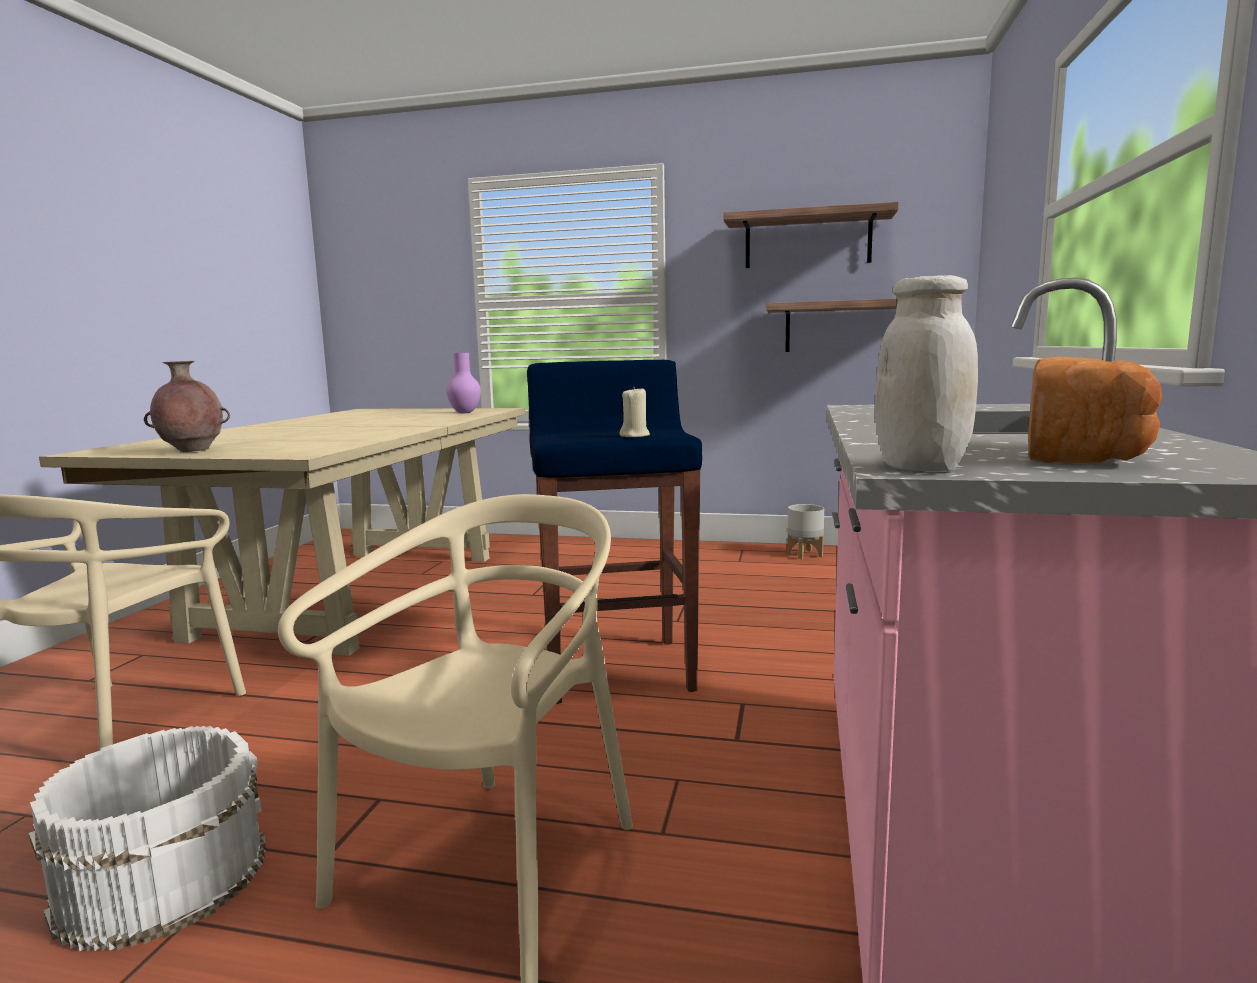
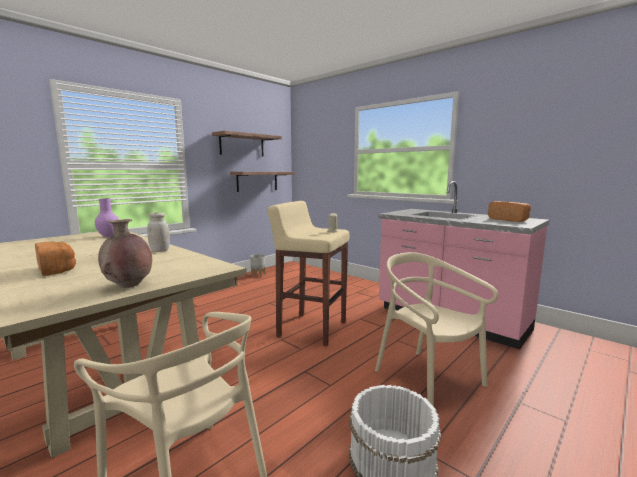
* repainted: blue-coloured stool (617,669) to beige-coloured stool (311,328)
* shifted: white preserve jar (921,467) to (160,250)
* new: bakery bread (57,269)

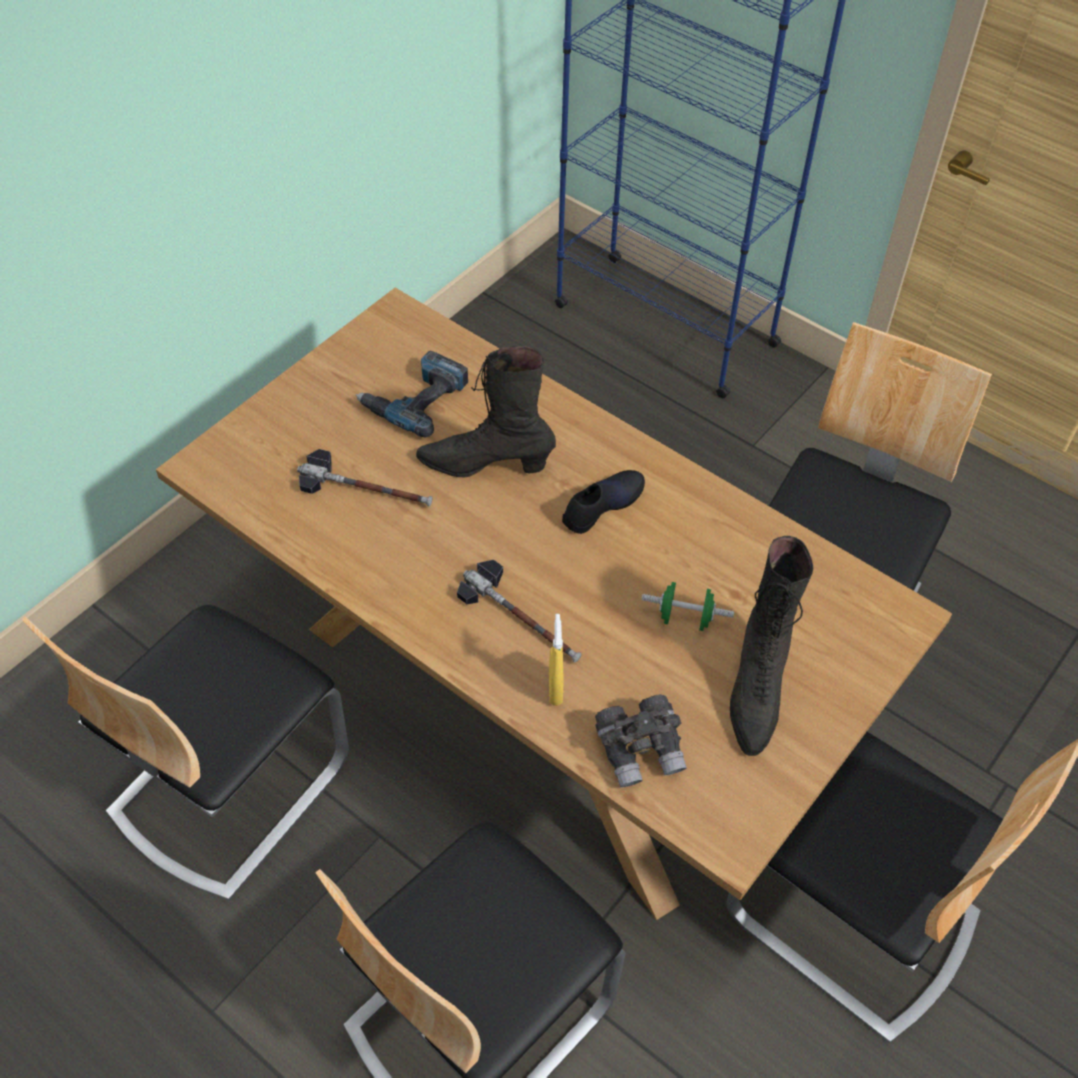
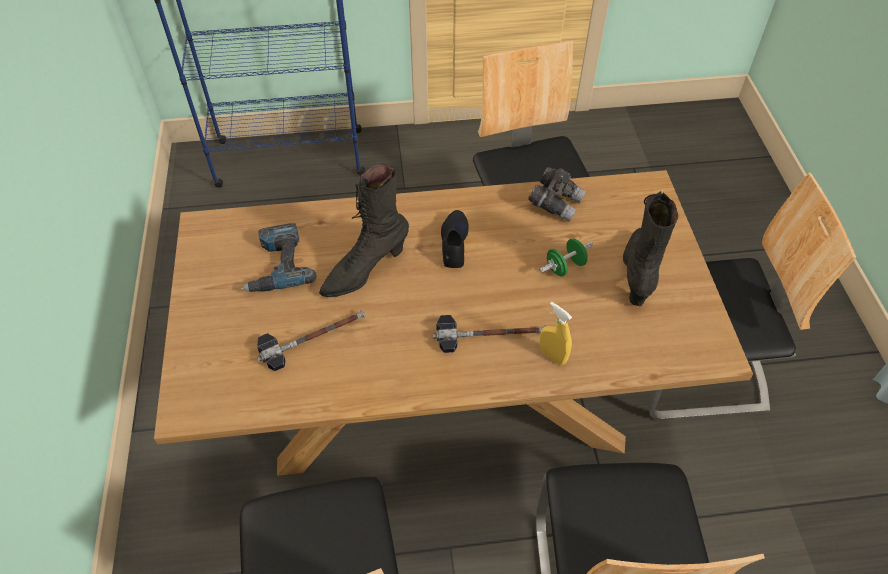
* shifted: gray pair of binoculars (640,750) to (555,203)
* rotated: black-coloured high-top boot (756,690) = (638,273) 135 degrees counterclockwise

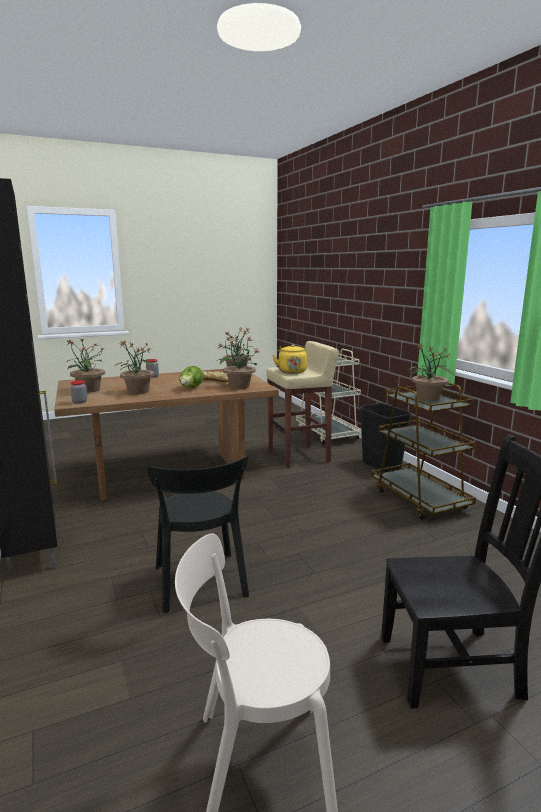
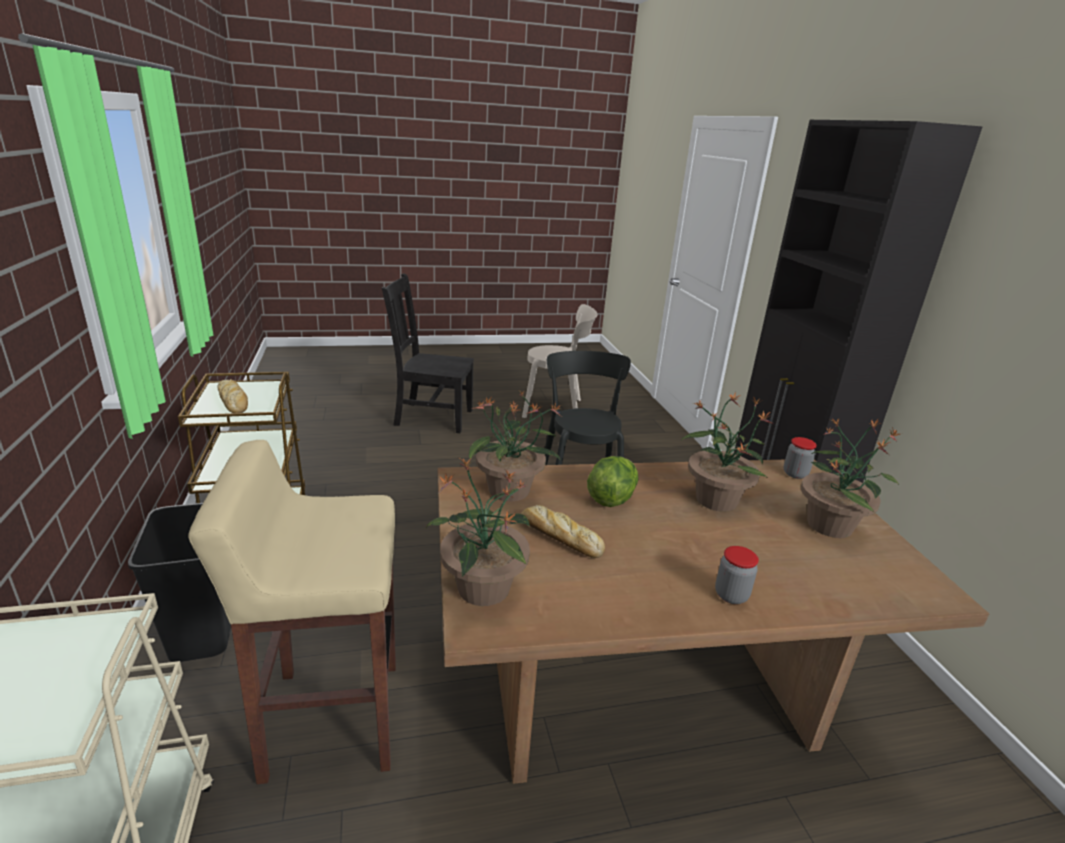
* gone: yellow water kettle (291,371)
* swapped: houseplant (428,398) to bakery bread (233,402)

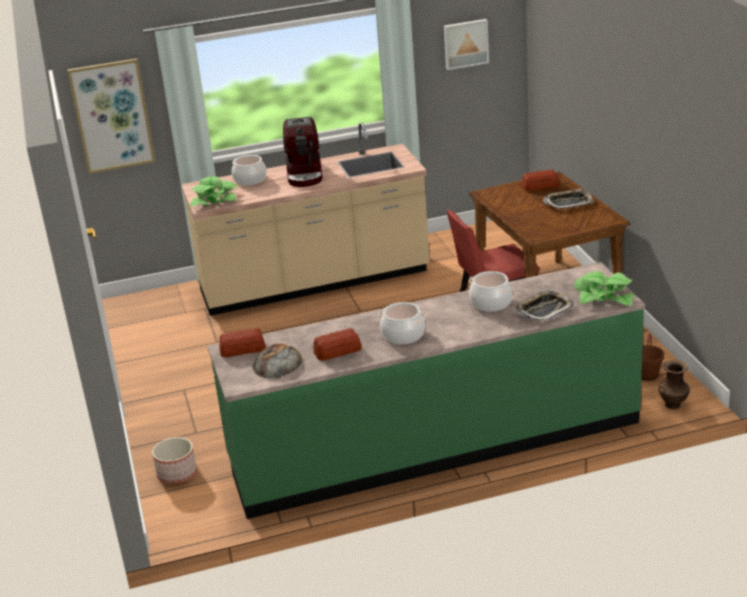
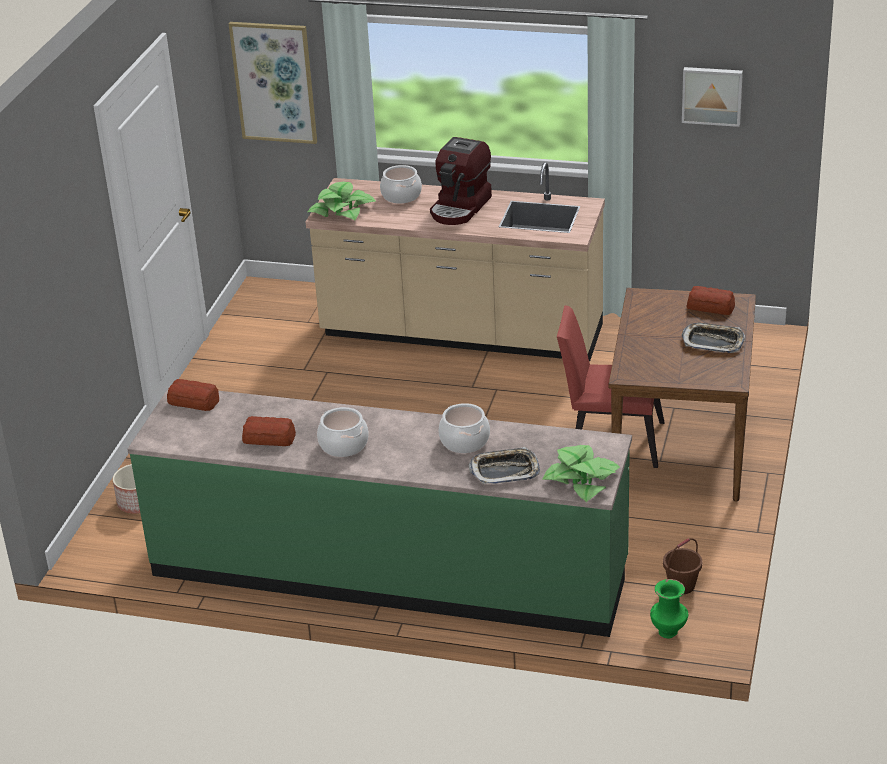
* gone: bakery bread (277,363)
* repainted: brown-coloured vase (673,404) to green-coloured vase (669,632)

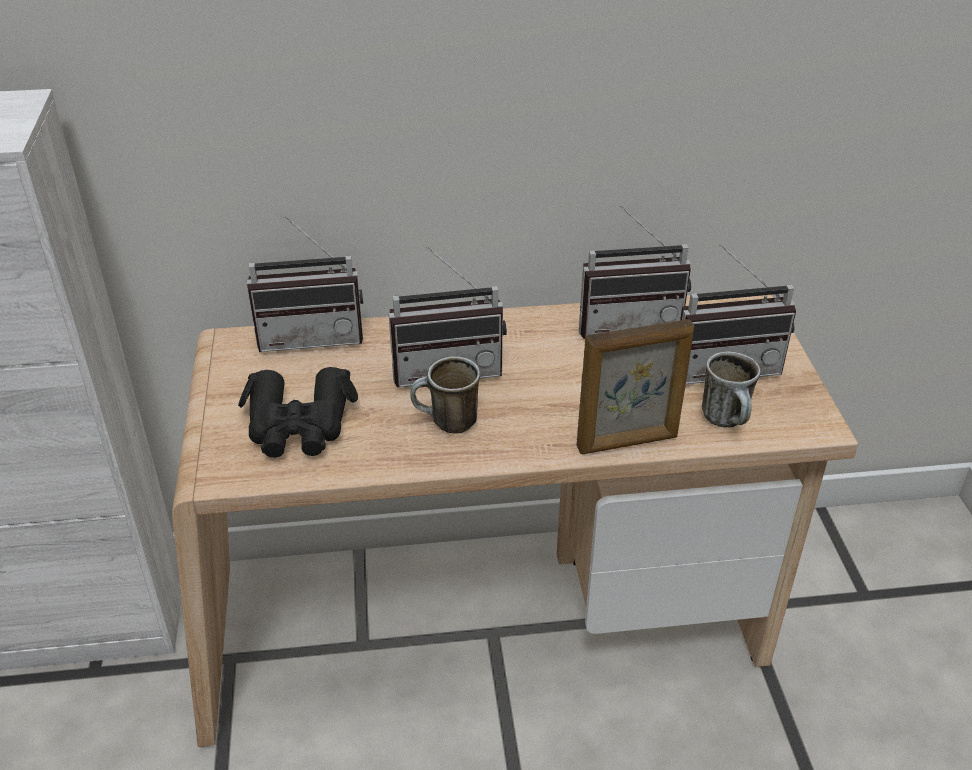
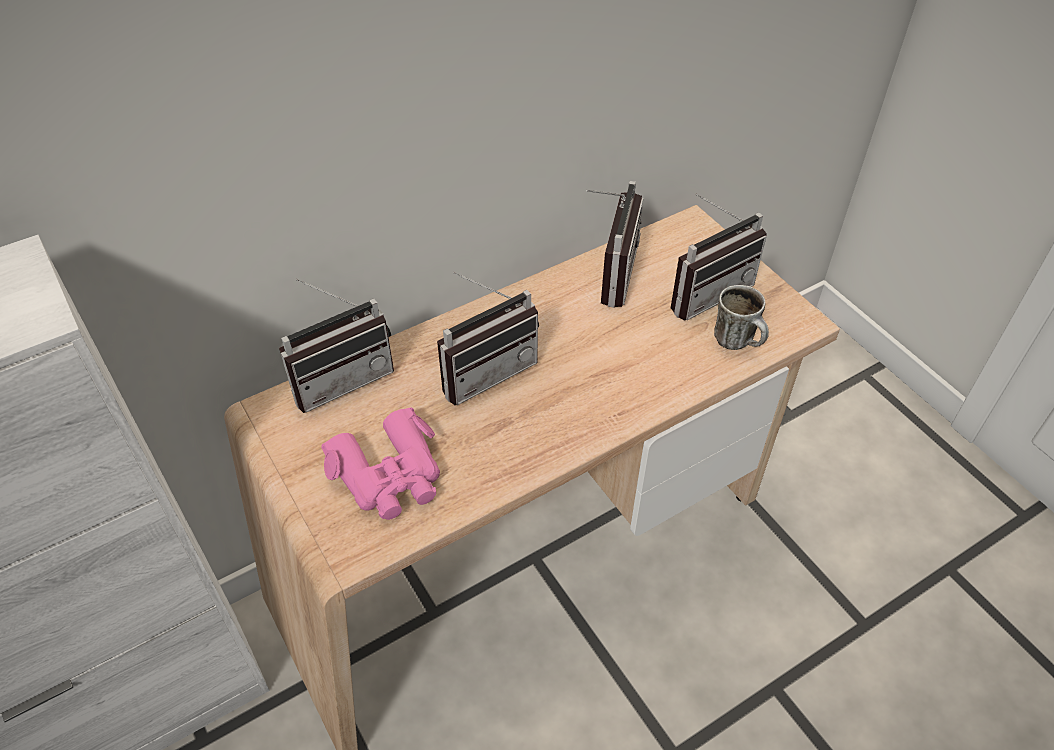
* repainted: black-coloured pair of binoculars (299,425) to pink-coloured pair of binoculars (390,475)
* gone: mug (446,424)
* gone: standing frame (628,442)
* rotated: radio (628,323) = (607,273) 45 degrees counterclockwise

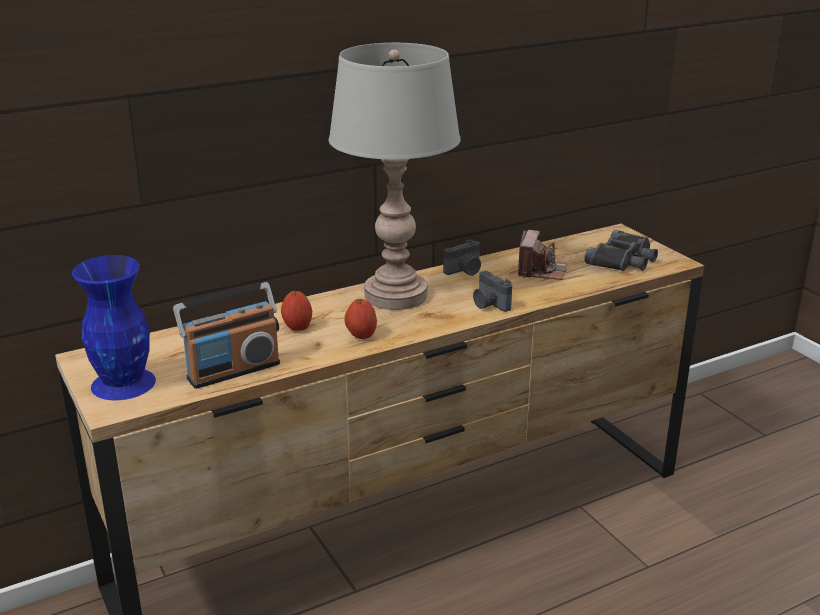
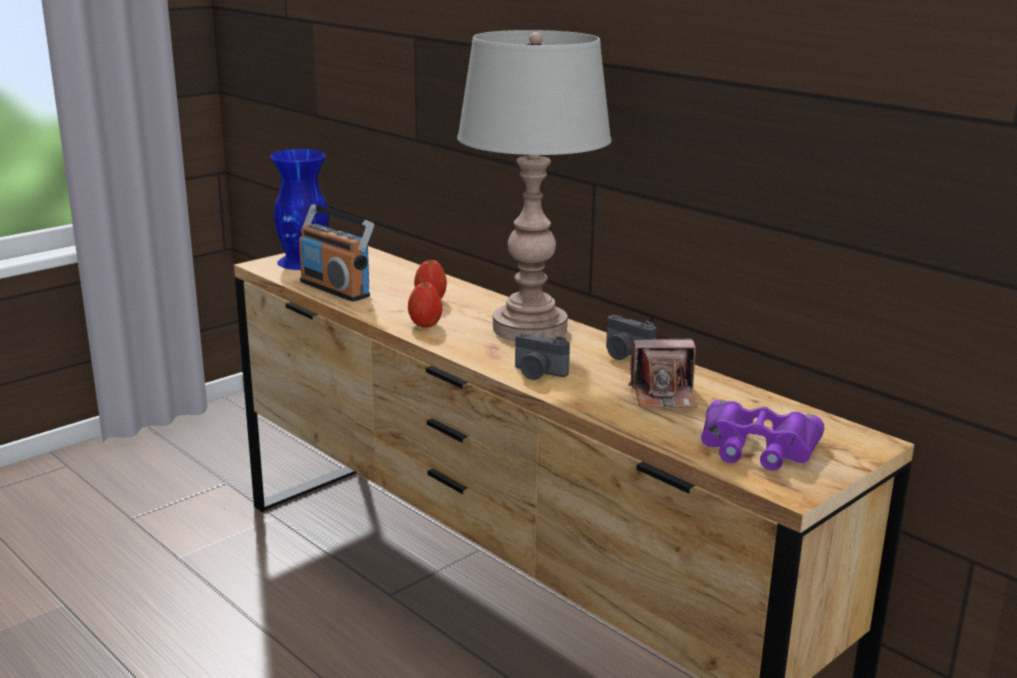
* rotated: still camera (489,304) = (538,373) 105 degrees counterclockwise
* repainted: black-coloured pair of binoculars (623,259) to purple pair of binoculars (757,447)

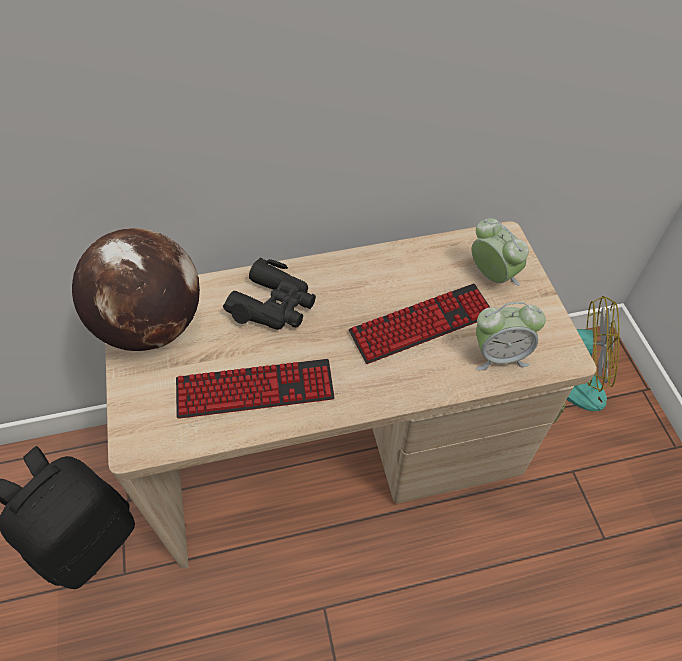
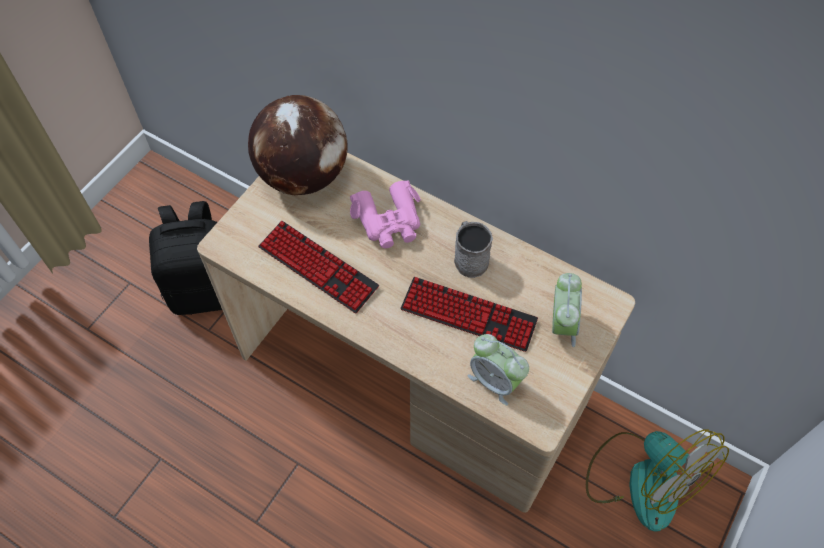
* repainted: black-coloured pair of binoculars (274,304) to pink-coloured pair of binoculars (389,221)
* new: gray mug (469,258)

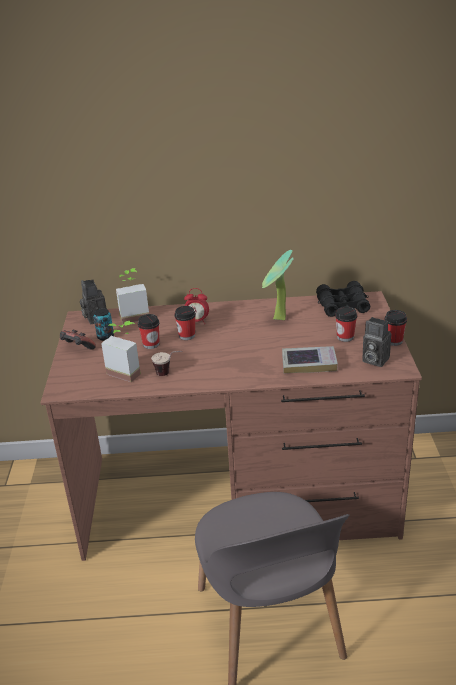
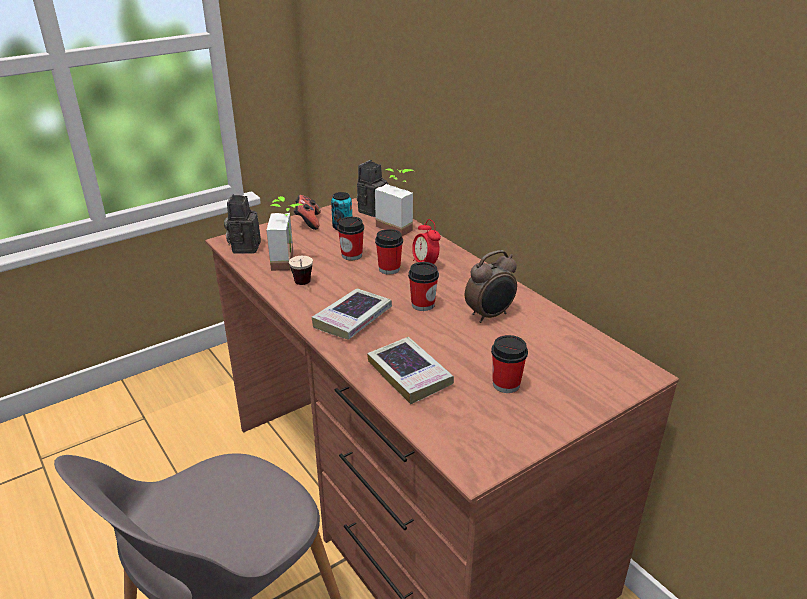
* swapped: houseplant (278,320) to table clock (490,315)
* gone: black-coloured pair of binoculars (342,305)
* shifted: still camera (373,360) to (244,246)
* shifted: small cup (394,341) to (423,304)
* new: volume (353,319)

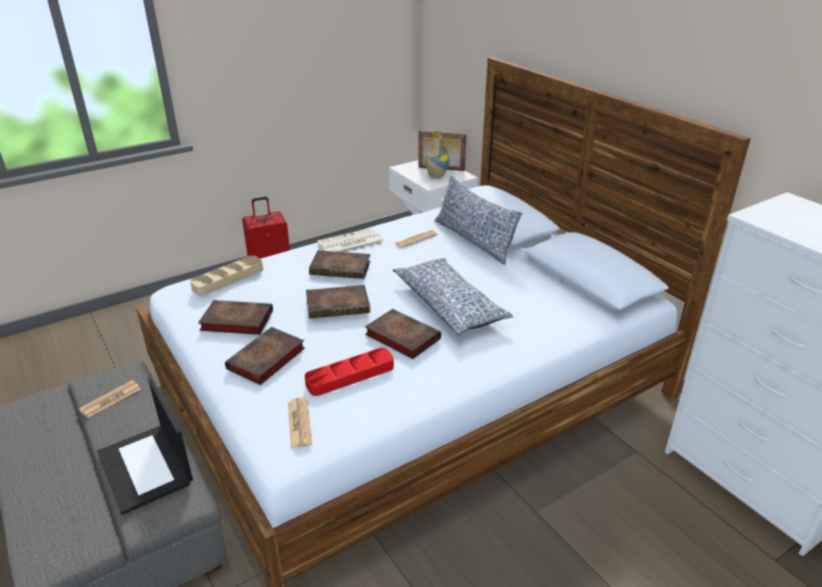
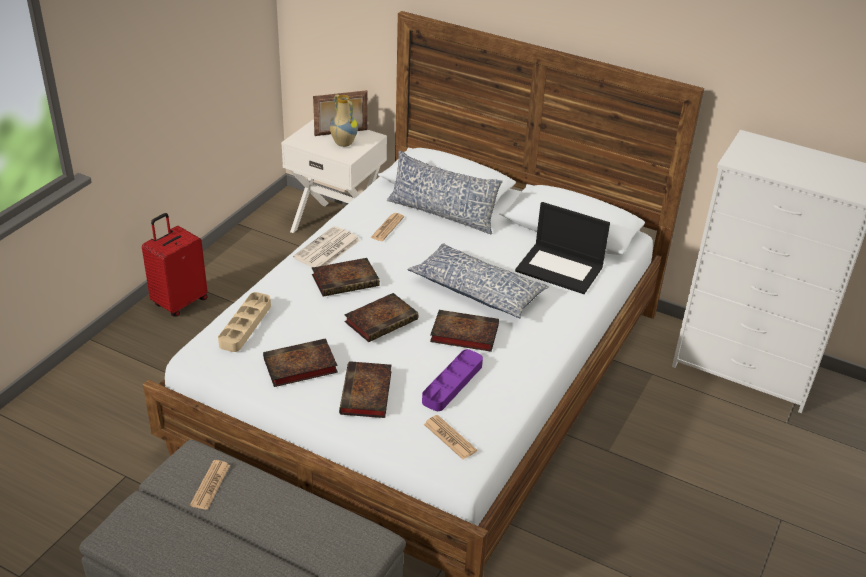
* shifted: portable computer (146,468) to (560,268)
* repainted: red-coloured serving tray (350,375) to purple serving tray (452,383)

